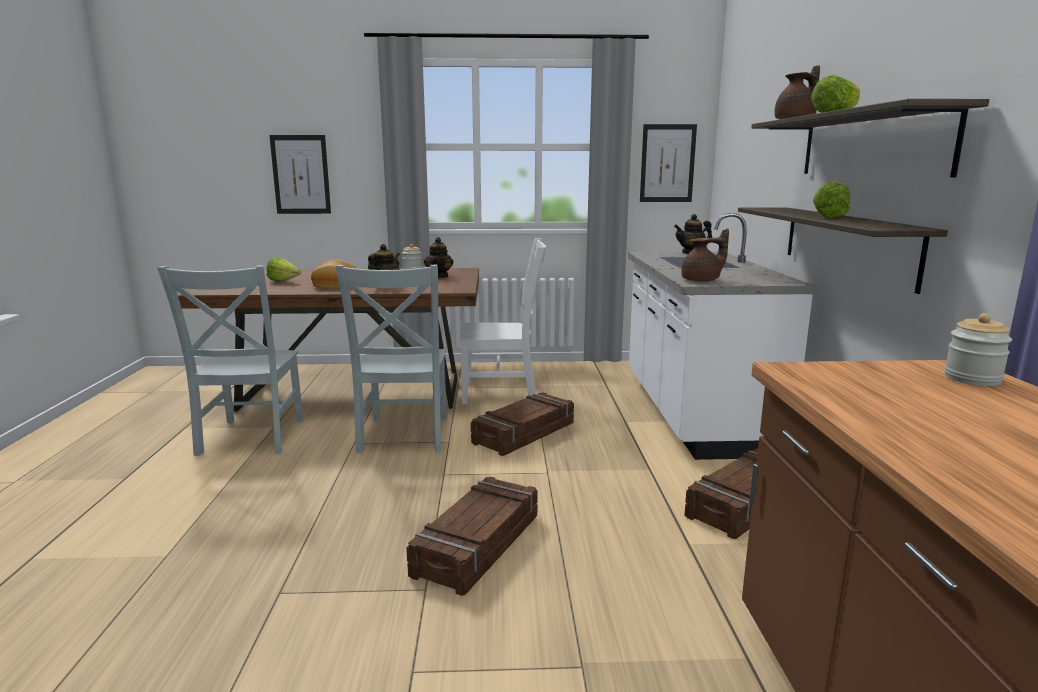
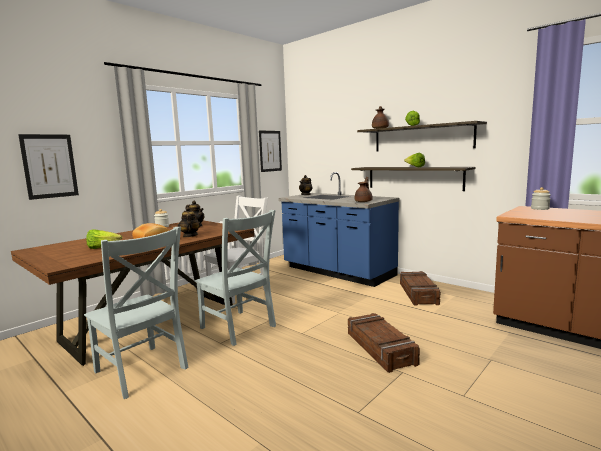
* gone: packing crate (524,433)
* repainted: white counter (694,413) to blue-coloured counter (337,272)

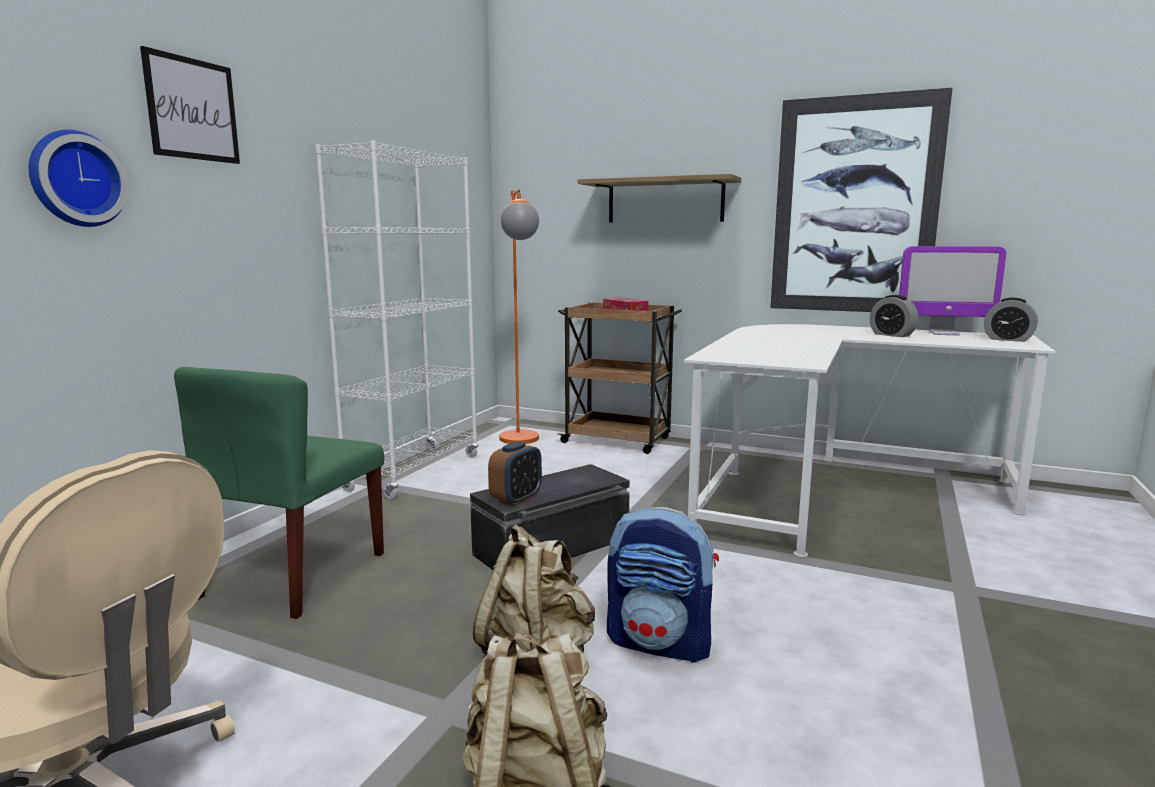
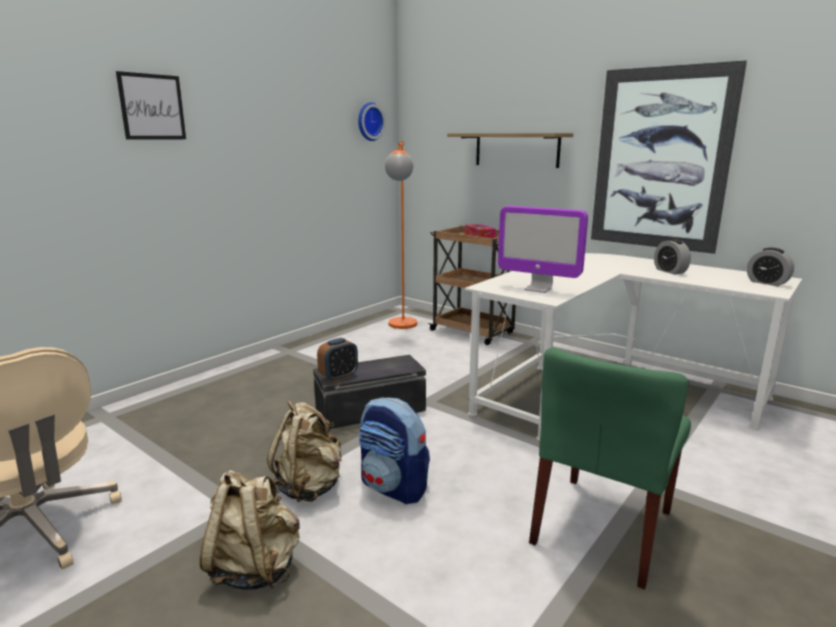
* shifted: hanging clock (75,179) to (369,121)
* shifted: green-coloured upright chair (294,575) to (602,528)
* gone: white shelving unit (414,473)
* shifted: computer display (943,333) to (538,289)

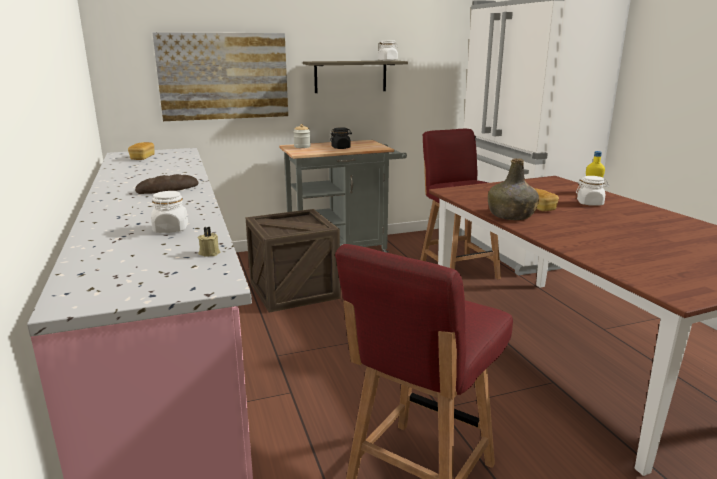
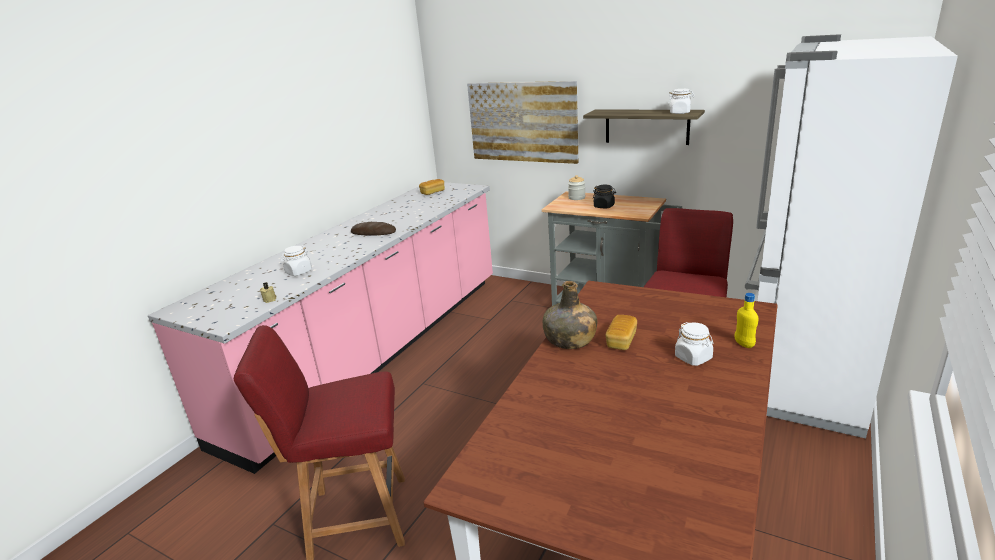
* gone: packing crate (294,290)

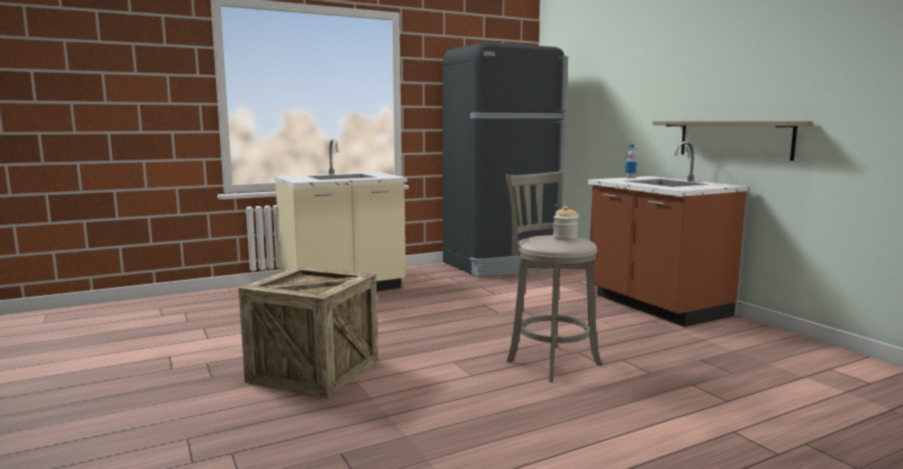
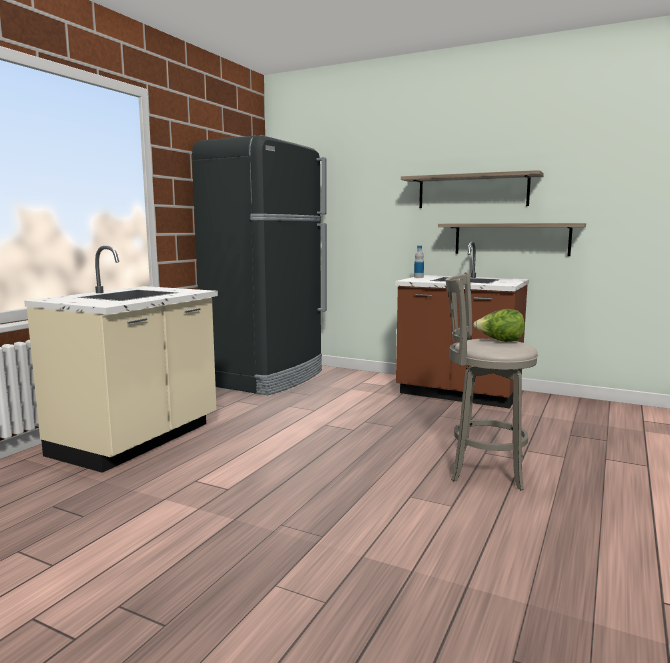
* gone: packing crate (314,371)
* swapped: preserve jar (564,238) to head of lettuce (500,341)
* new: shelf (472,191)

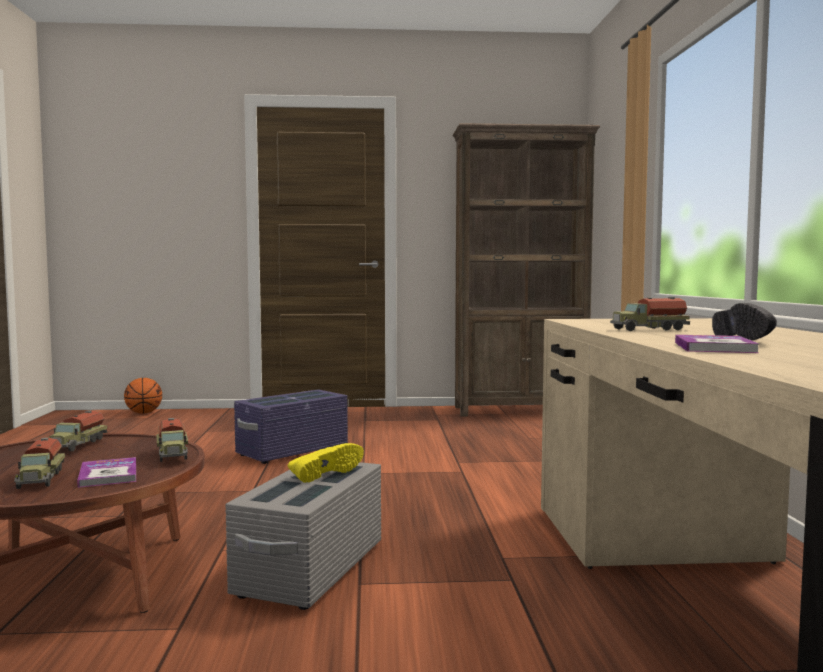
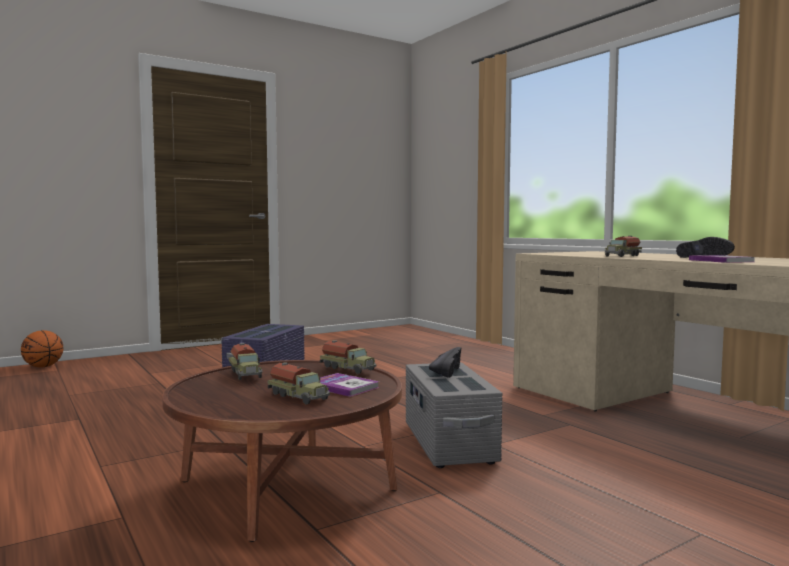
* repainted: yellow low shoe (324,474) to black-coloured low shoe (445,371)
* gone: brown-coloured shelving unit (520,410)

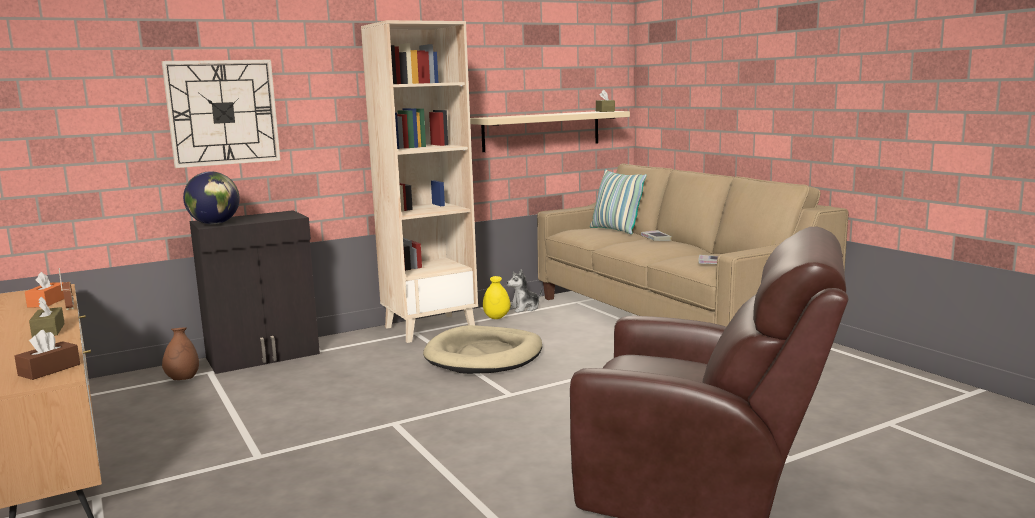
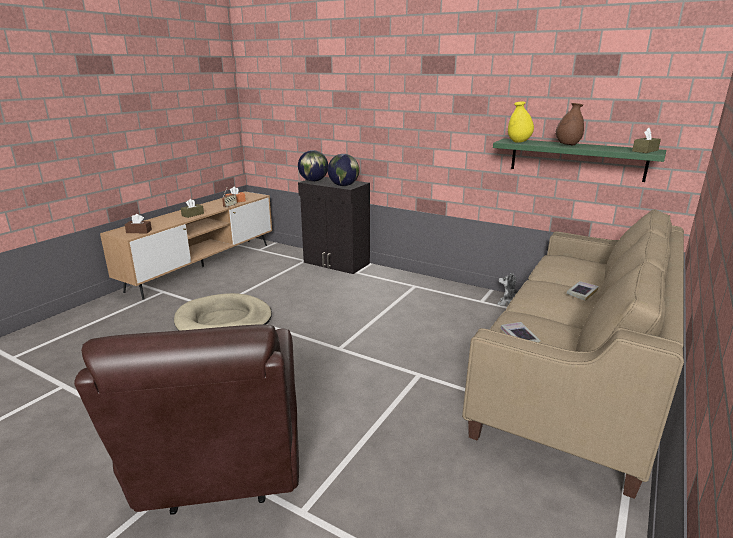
* gone: hanging clock (223,112)
* shifted: brown-coloured vase (183,379) to (567,145)
* gone: beige-coloured shelving unit (430,328)
* shifted: beige-coloured pet bed (484,355) to (224,321)
* repainted: beige-coloured shelf (541,130) to green-coloured shelf (576,159)
* shifted: yellow vase (496,318) to (518,142)
* gone: pillow (615,230)
* new: world globe (343,185)

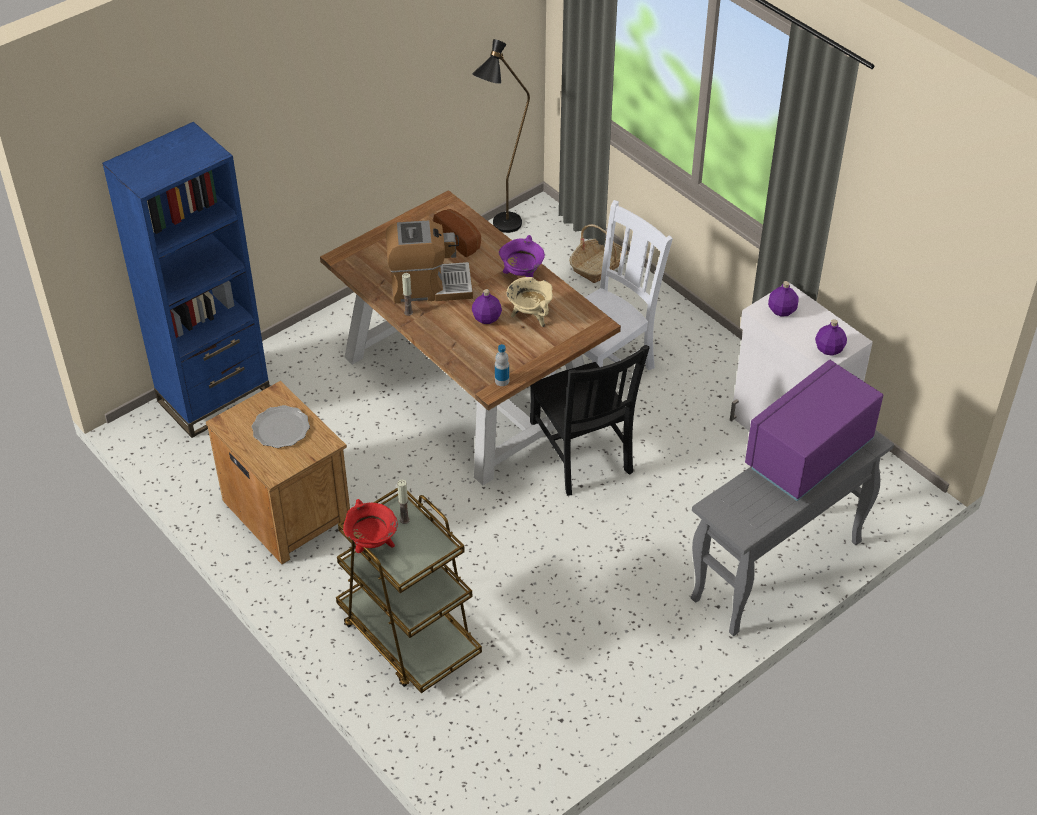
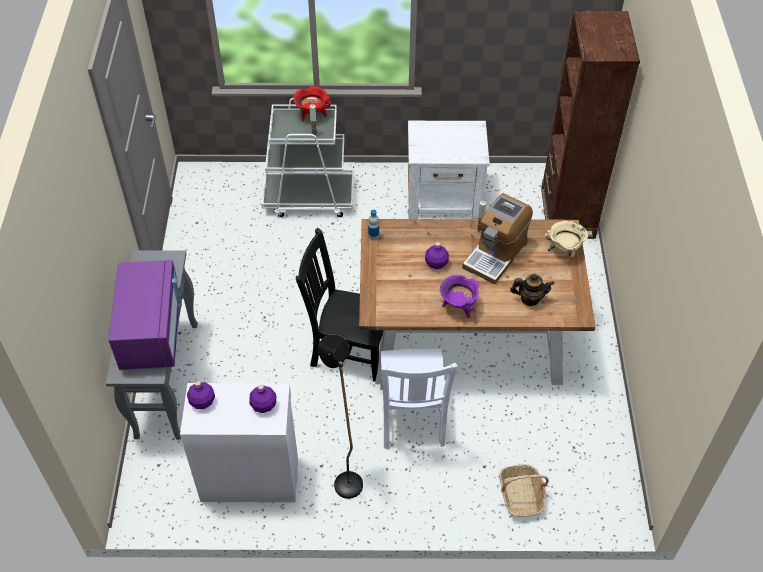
* repainted: blue-coloured shelving unit (214,398) to brown-coloured shelving unit (567,213)
* repainted: brown-coloured nightstand (287,509) to white nightstand (445,198)
* gone: plate (280,429)
* repainted: brown-coloured trolley (408,636) to white trolley (309,198)
* swapped: bakery bread (460,239) to pot for tea (530,298)
* shifted: black-coloured floor lamp (501,229) to (345,476)
* shifted: beige-coloured cooking pot (530,316) to (564,250)

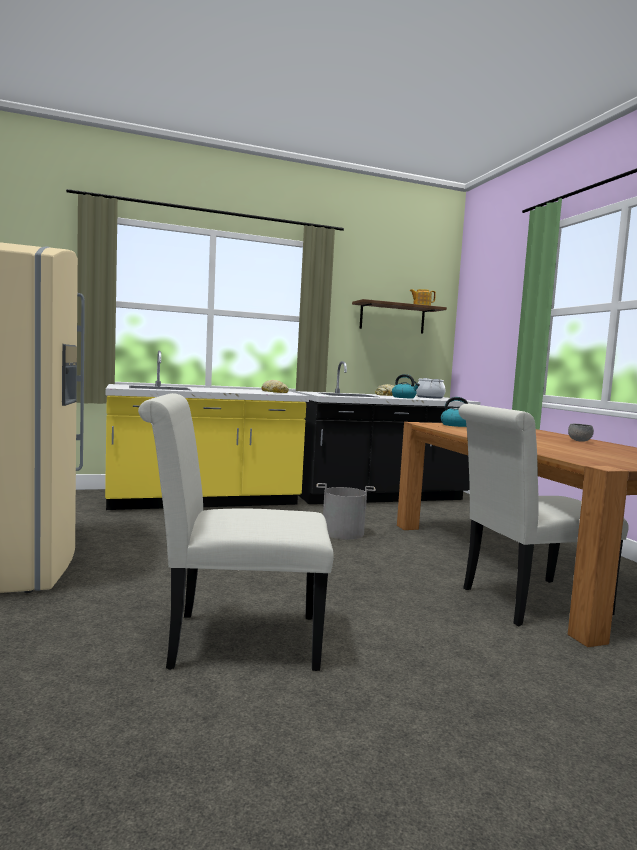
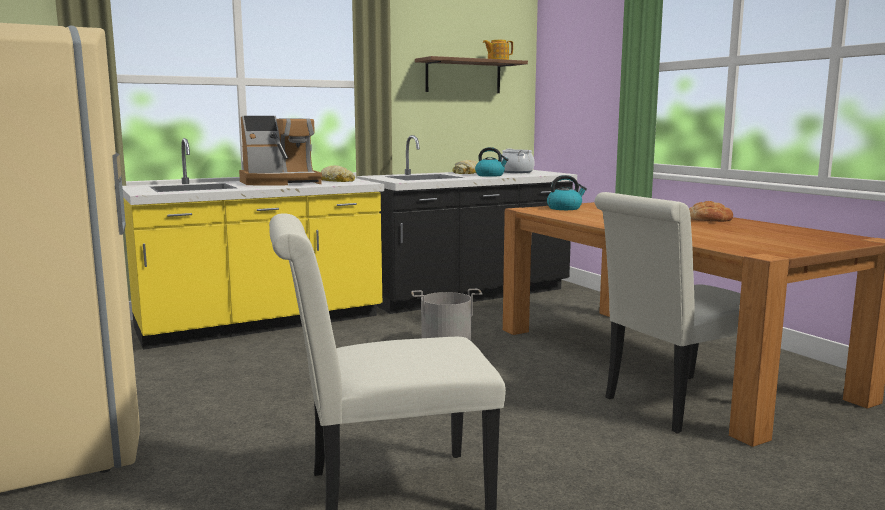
* swapped: gray deep dish (579,441) to bakery bread (709,219)
* new: coffee brewer (281,182)

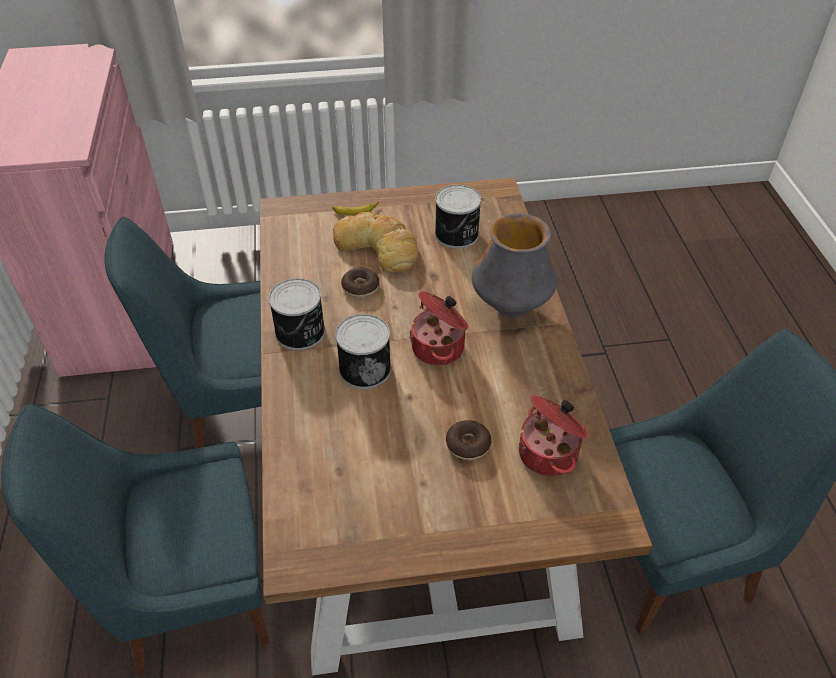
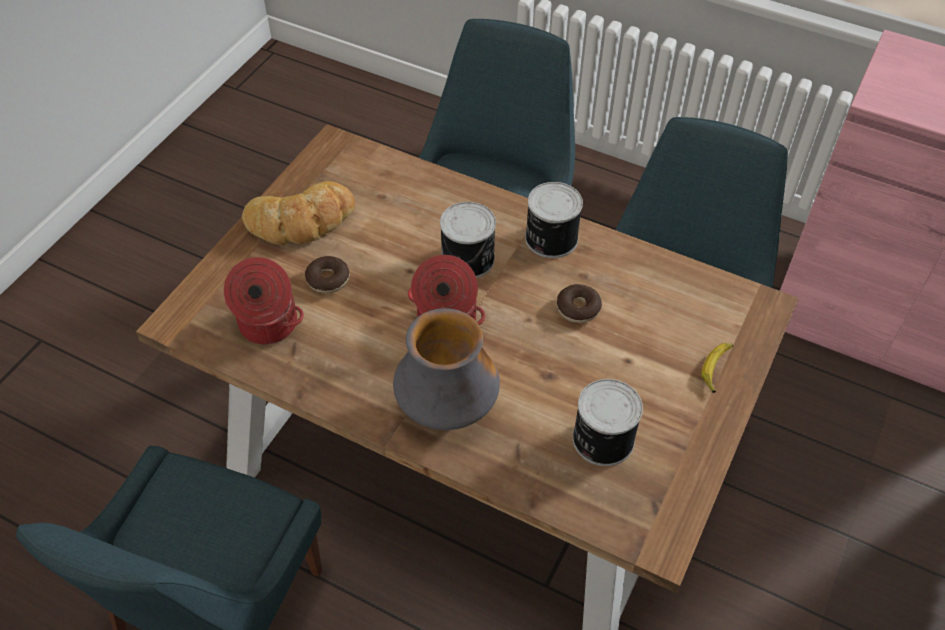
* shifted: bakery bread (378,246) to (301,221)

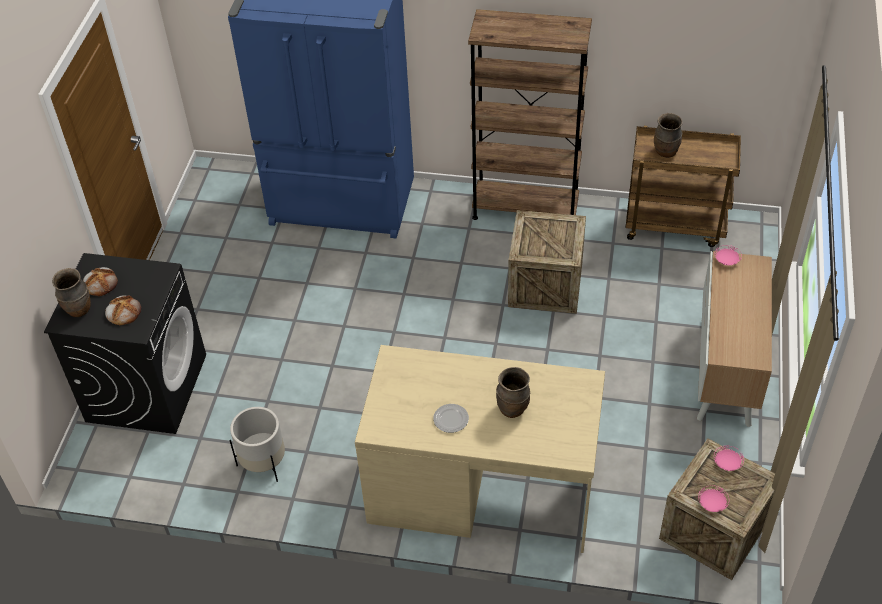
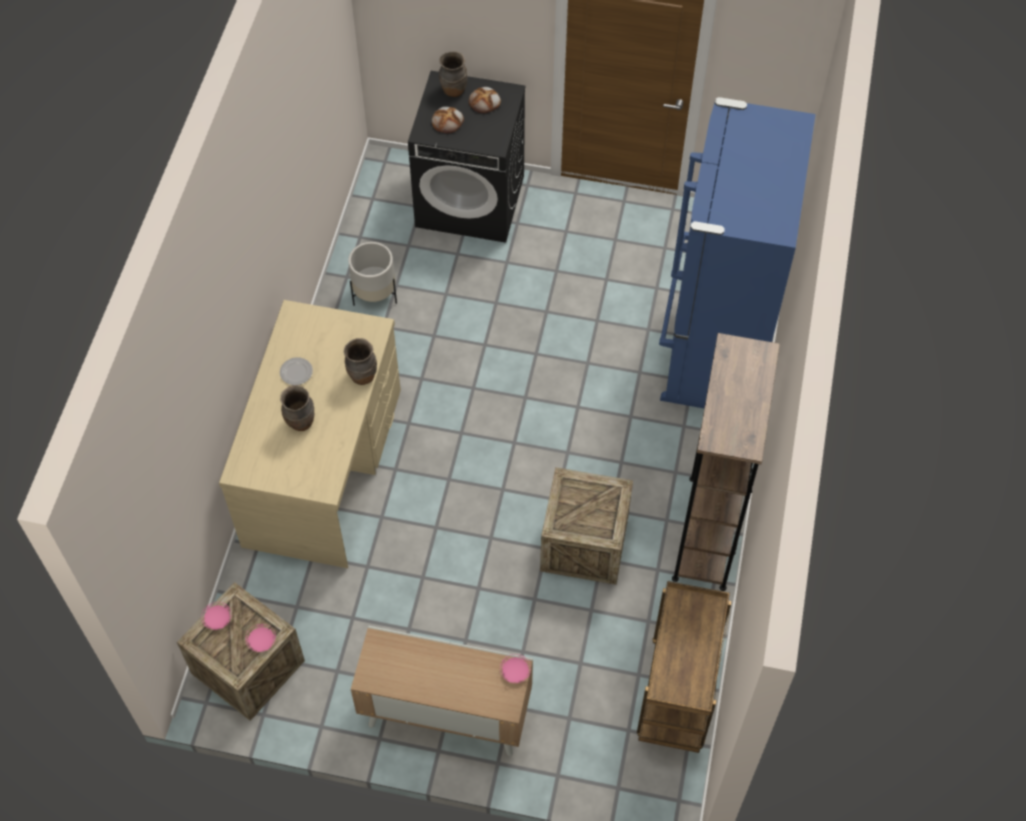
* shifted: brown-coloured vase (666,152) to (362,376)

